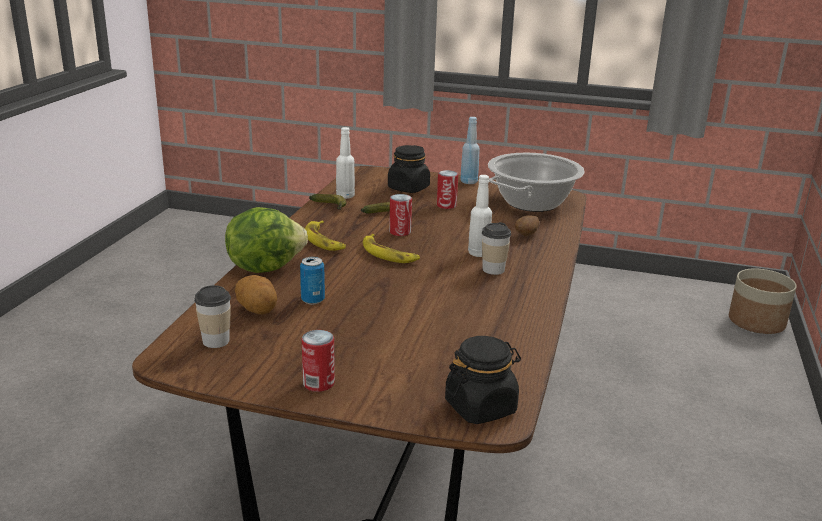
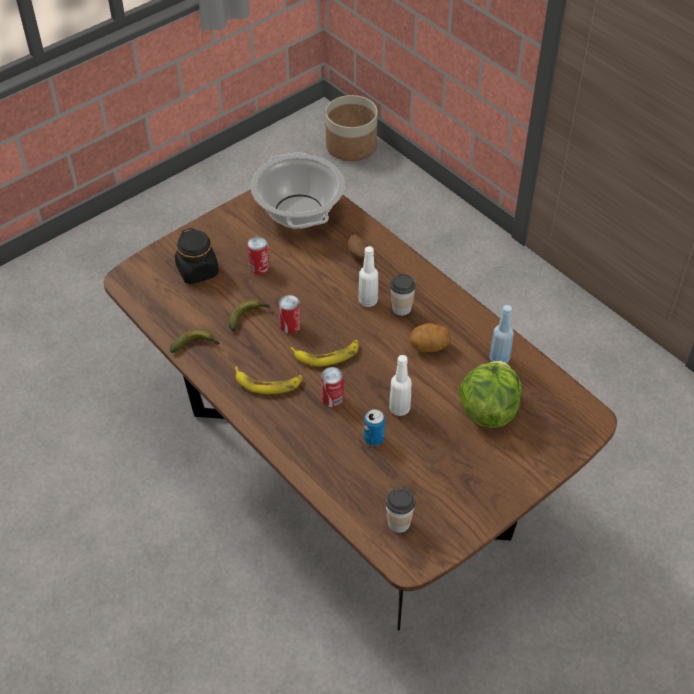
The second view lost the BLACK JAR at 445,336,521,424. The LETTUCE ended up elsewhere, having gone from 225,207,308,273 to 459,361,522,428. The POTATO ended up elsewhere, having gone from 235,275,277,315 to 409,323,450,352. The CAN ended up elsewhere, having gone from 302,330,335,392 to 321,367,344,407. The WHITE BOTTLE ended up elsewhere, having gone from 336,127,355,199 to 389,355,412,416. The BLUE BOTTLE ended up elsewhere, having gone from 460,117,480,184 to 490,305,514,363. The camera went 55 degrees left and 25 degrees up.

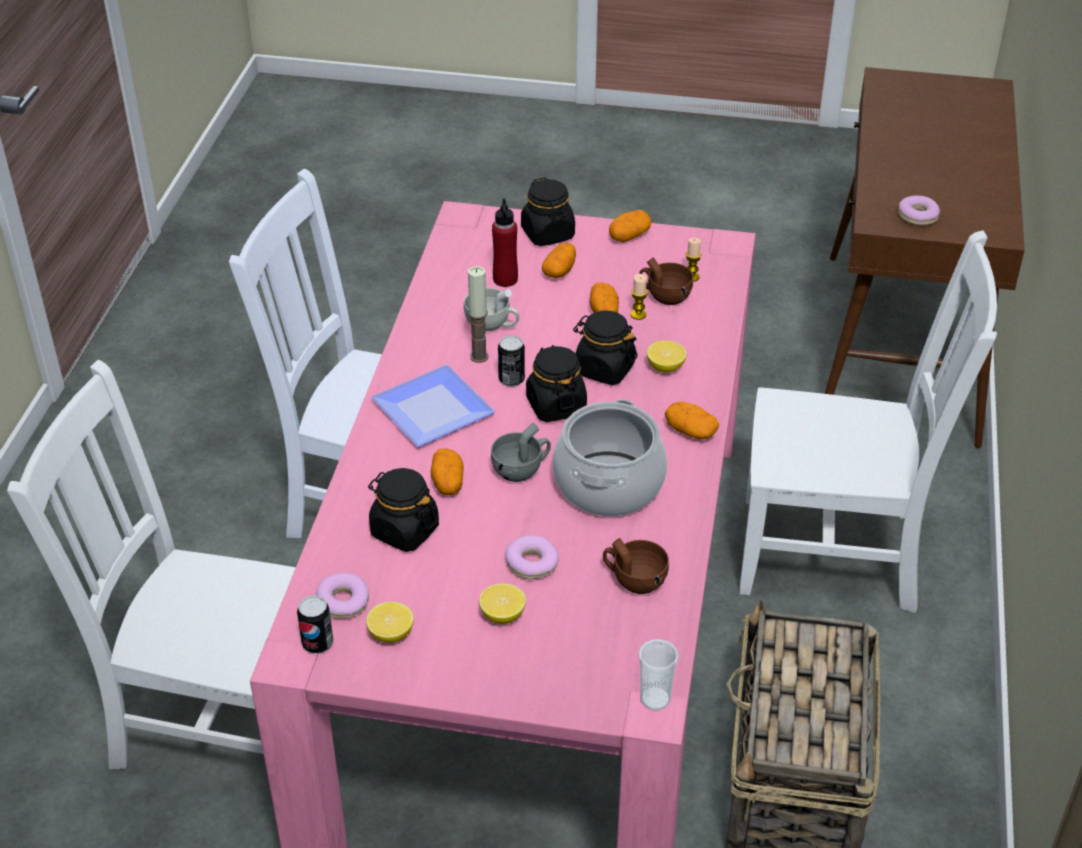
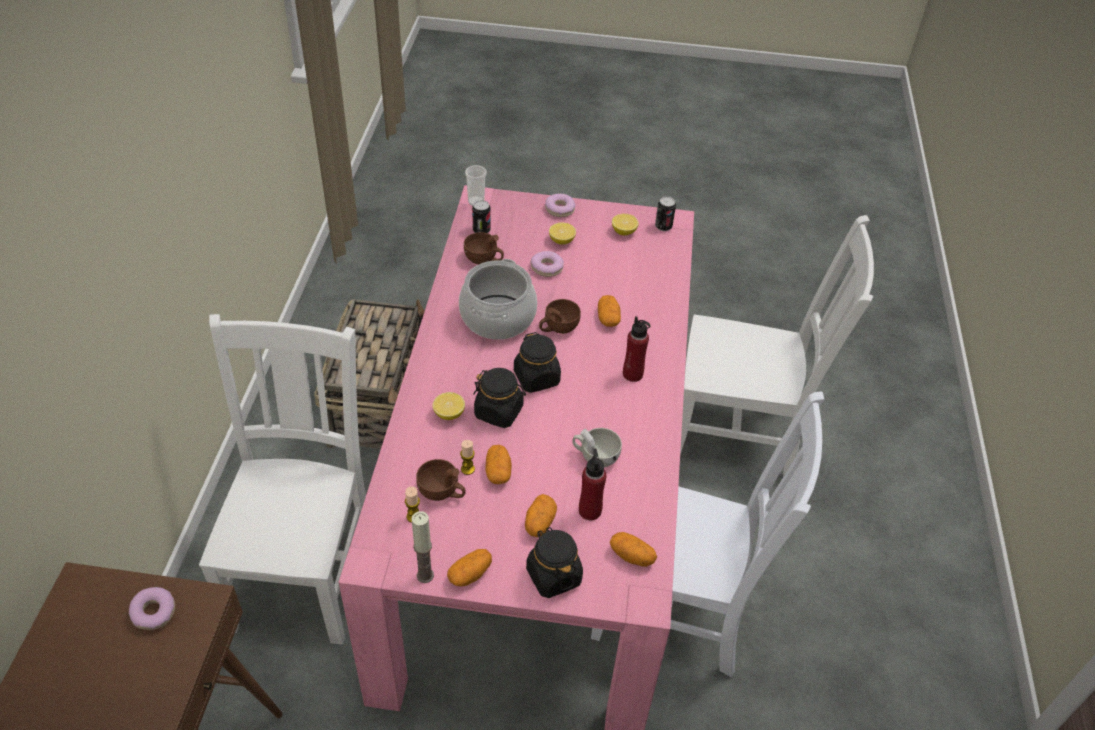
The second view lost the BLACK JAR at 368,468,439,552. The DONUT ended up elsewhere, having gone from 316,573,369,618 to 545,194,575,217. The CANDLE ended up elsewhere, having gone from 468,266,489,363 to 411,511,434,583. The CAN ended up elsewhere, having gone from 498,335,525,387 to 472,200,490,233. The POTATO ended up elsewhere, having gone from 665,402,719,439 to 610,532,657,567. Where the PLATE stood at 371,365,495,447, the RED BOTTLE came to stand at 623,316,650,382. What was the GREY CUP at 491,423,551,482 turned into the BROWN CUP at 539,299,581,334. The WHITE CHAIR at 739,231,997,613 ended up facing another way, 90 degrees clockwise from before. The camera went 175 degrees right and 5 degrees up.

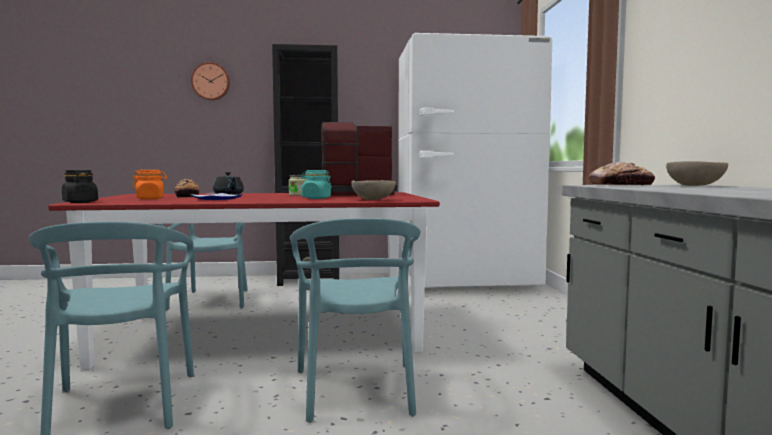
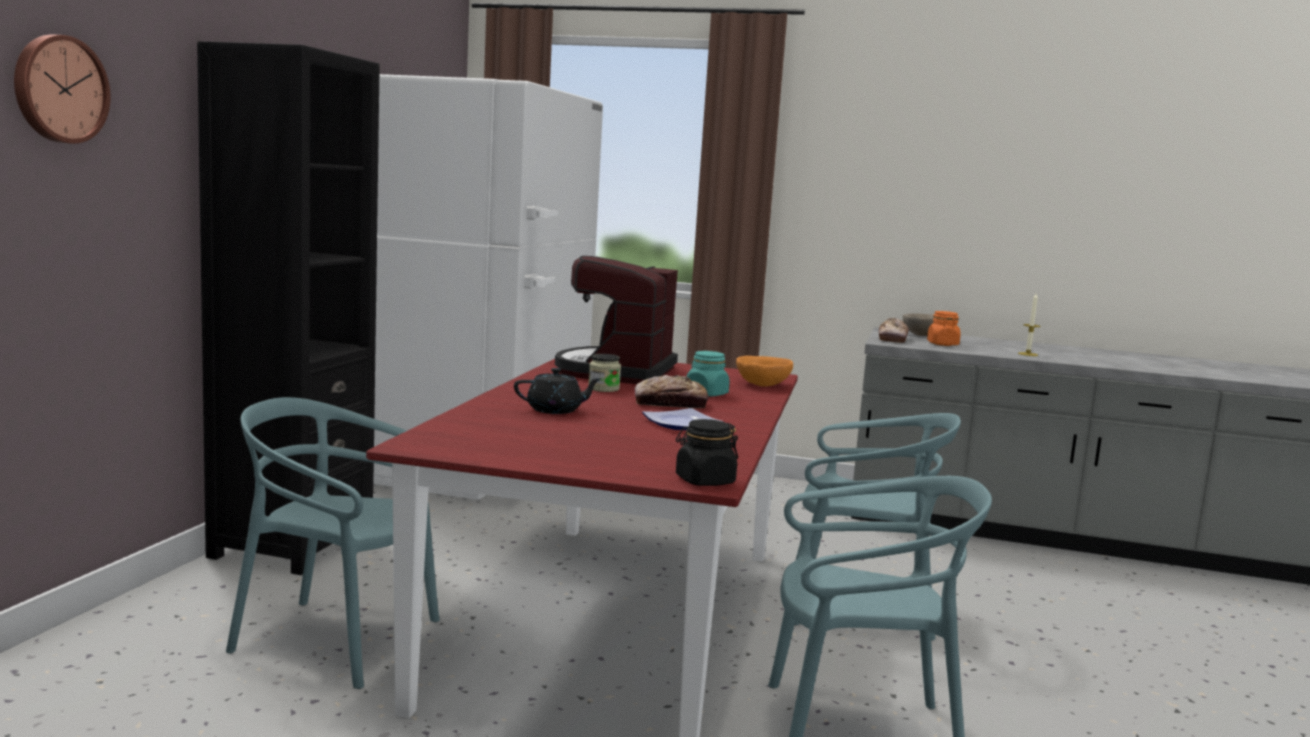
The second view gained the CANDLE at 1018,294,1040,356. The ORANGE JAR ended up elsewhere, having gone from 132,170,167,199 to 927,311,961,346. The BREAD ended up elsewhere, having gone from 174,179,200,197 to 635,375,708,409. What was the BEIGE BOWL at 351,180,396,200 turned into the ORANGE BOWL at 736,356,793,387. The camera went 70 degrees left and 5 degrees up.

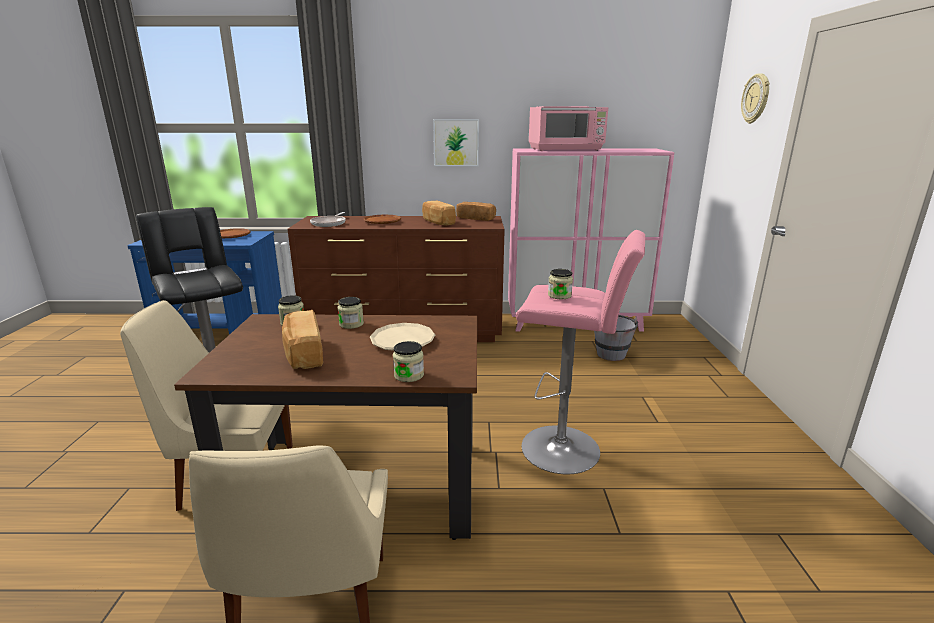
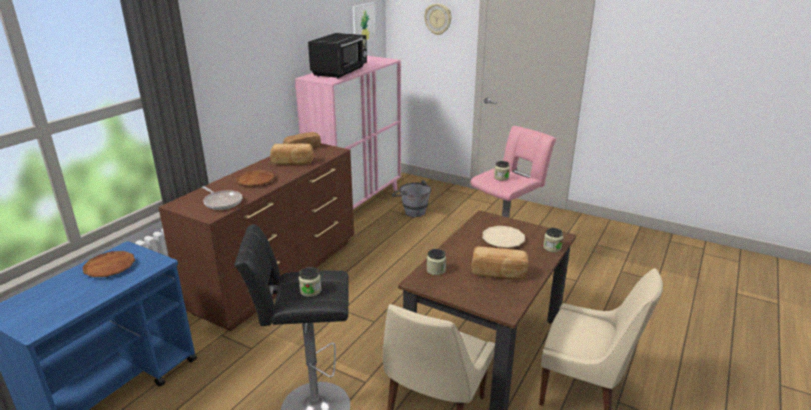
The JAR ended up elsewhere, having gone from 338,297,364,329 to 299,267,321,297. The PICTURE ended up elsewhere, having gone from 433,119,479,166 to 352,2,375,41. What was the PINK MICROWAVE at 529,106,608,151 turned into the BLACK MICROWAVE at 308,33,367,79. The camera went 60 degrees left and 5 degrees up.

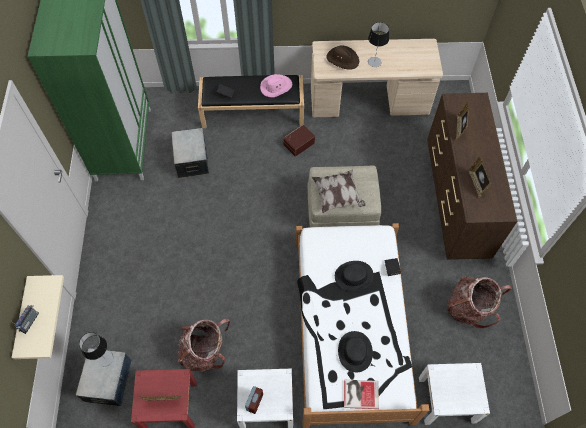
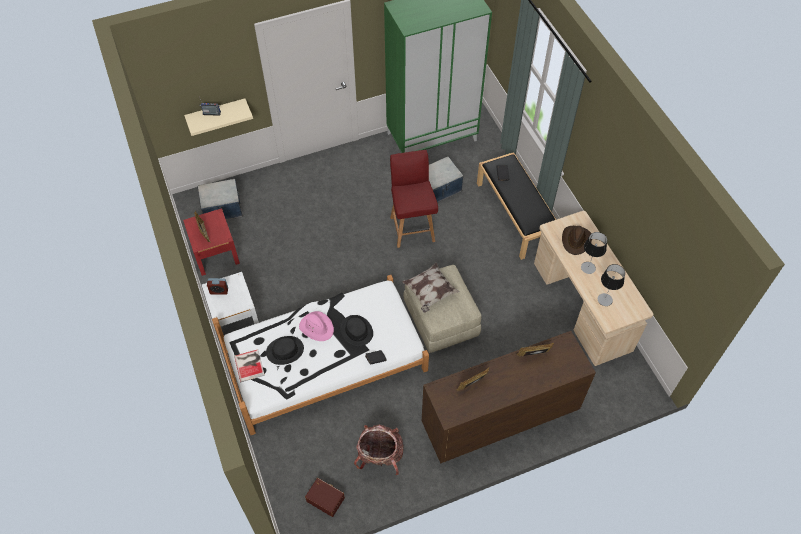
The second view lost the BACKPACK at 178,319,230,372. The second view lost the WHITE NIGHTSTAND at 419,363,490,425. The second view gained the RED CHAIR at 390,150,438,248. The TABLE LAMP ended up elsewhere, having gone from 79,332,113,367 to 598,264,625,306. The PINK HAT ended up elsewhere, having gone from 260,74,292,97 to 299,311,334,341. The BROWN STORAGE BOX ended up elsewhere, having gone from 283,125,315,157 to 305,478,345,517. The camera went 70 degrees right and 5 degrees down.

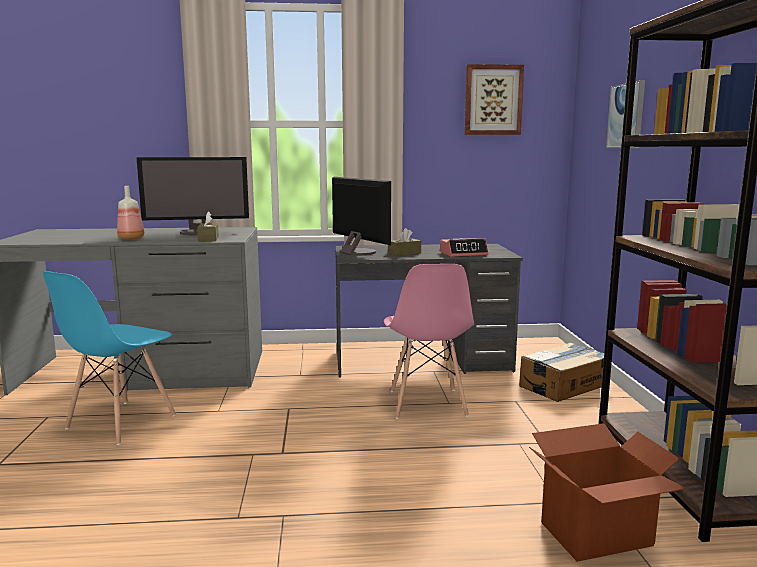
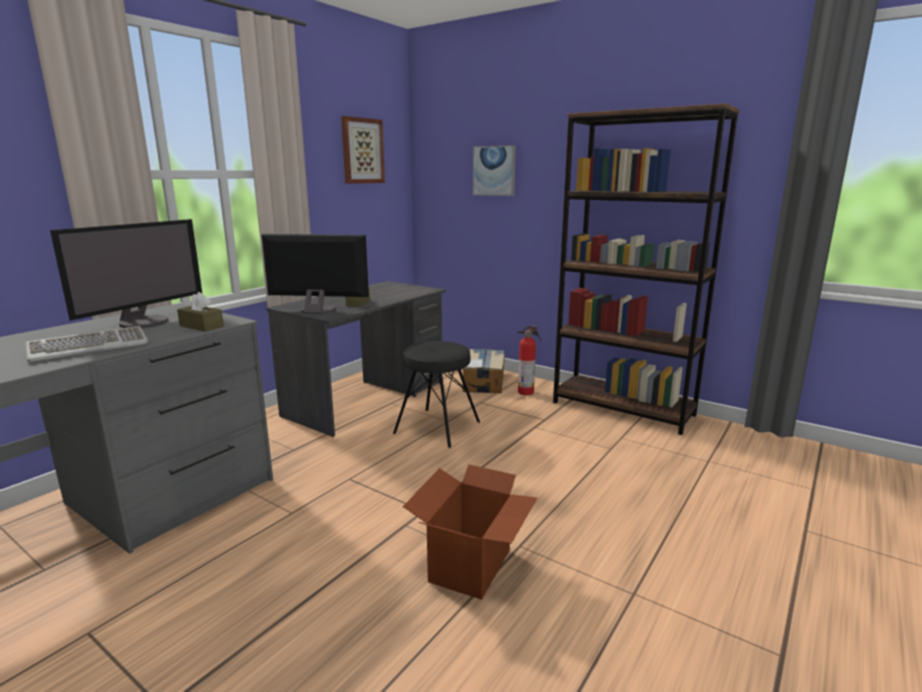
The second view lost the BLUE CHAIR at 43,271,176,445. The second view lost the ALARM CLOCK at 440,238,489,257. The second view gained the FIRE EXTINGUISHER at 518,326,541,395. The CARDBOARD BOX ended up elsewhere, having gone from 529,423,686,562 to 403,465,537,600. Where the BOTTLE stood at 117,186,145,240, the KEYBOARD came to stand at 25,326,149,362. Where the PINK CHAIR stood at 384,264,474,419, the BLACK STOOL came to stand at 393,341,480,448. The camera went 50 degrees left and 5 degrees up.

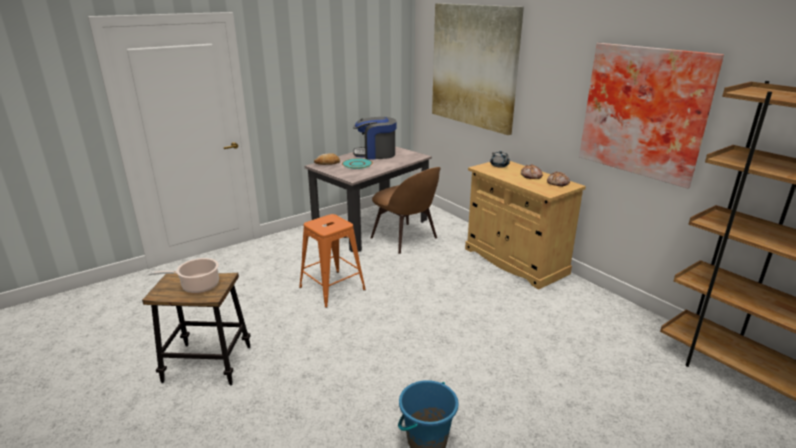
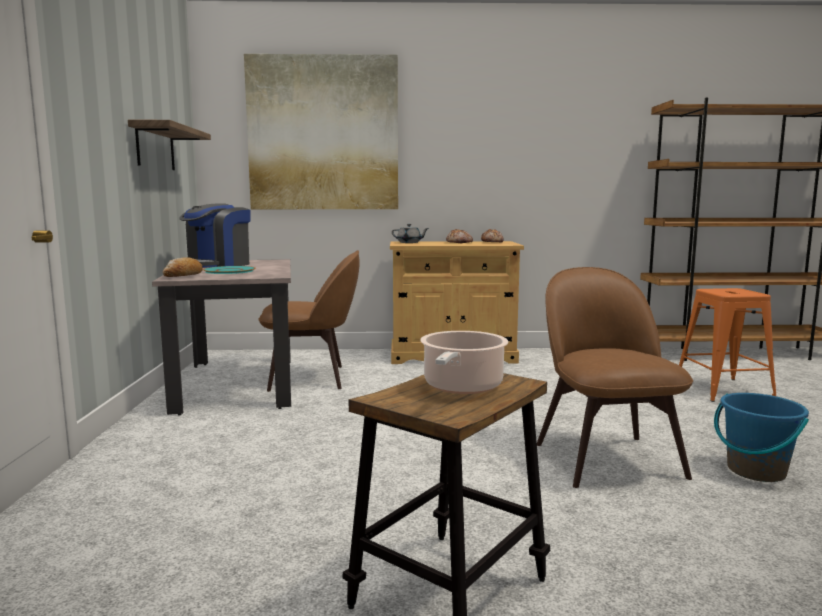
The second view lost the PICTURE at 579,43,724,188. The second view gained the SHELF at 128,120,211,170. The second view gained the BROWN CHAIR at 537,267,693,488. The ORANGE STOOL ended up elsewhere, having gone from 299,214,366,308 to 679,288,776,402. The camera went 55 degrees left and 15 degrees down.

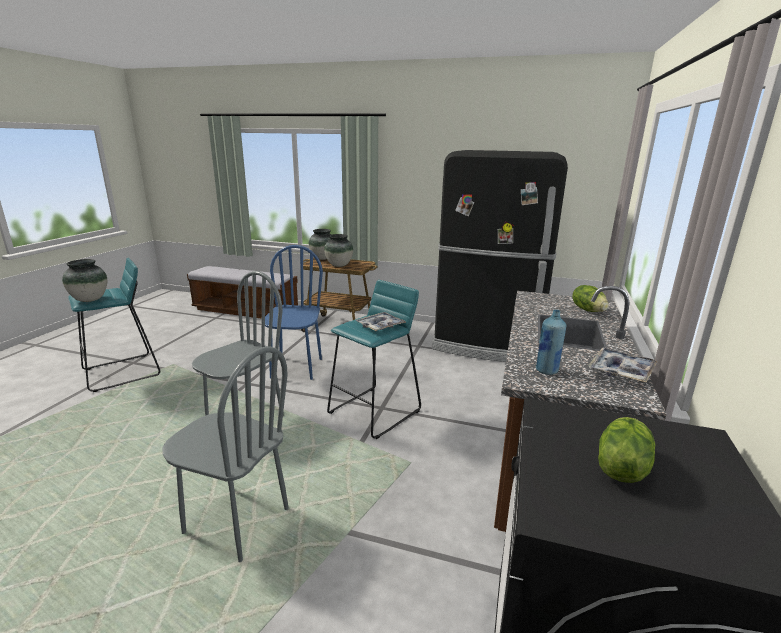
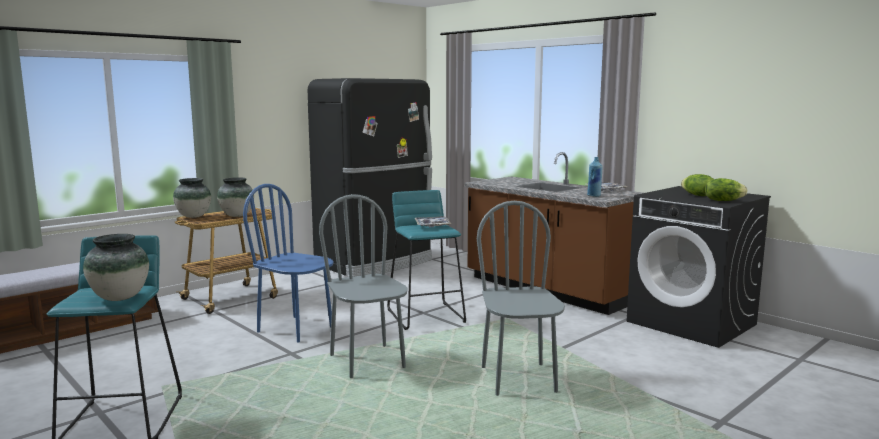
The LETTUCE ended up elsewhere, having gone from 572,285,609,312 to 705,178,748,201. The GREY CHAIR at 162,346,289,562 ended up facing another way, 60 degrees counterclockwise from before. The camera went 60 degrees left and 10 degrees down.

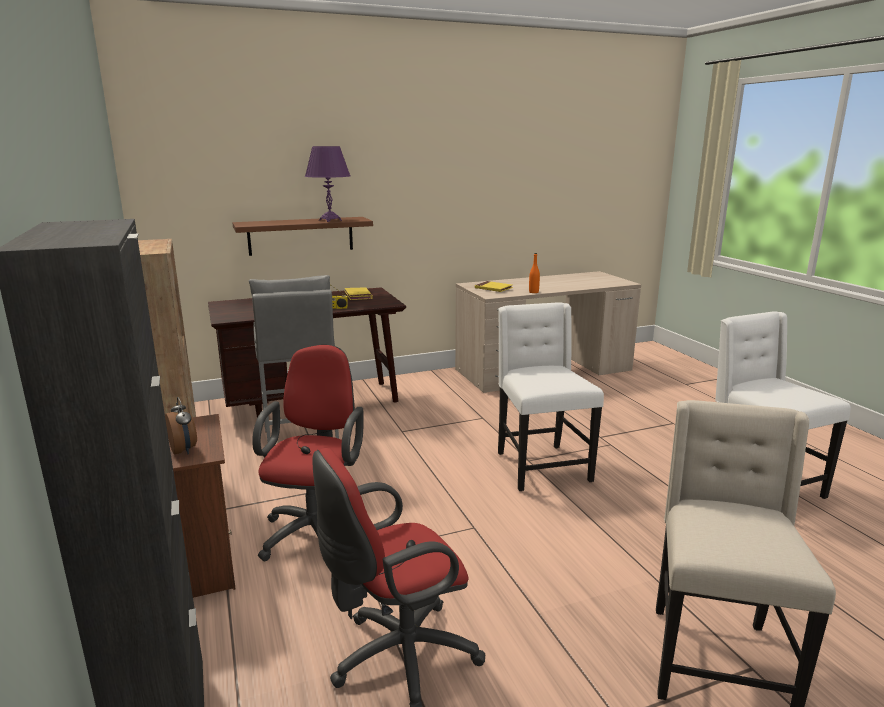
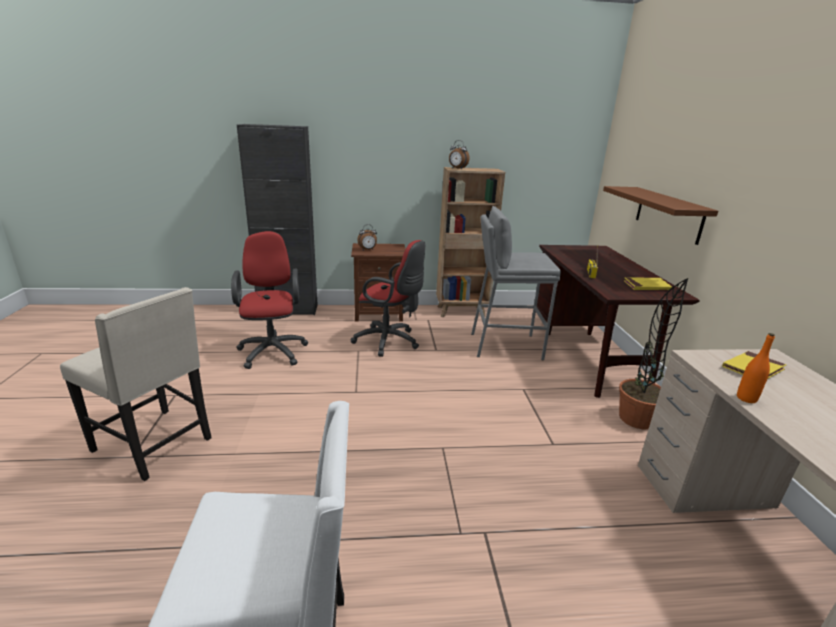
The second view lost the PURPLE TABLE LAMP at 305,146,350,222. The second view lost the WHITE CHAIR at 498,302,604,491. The second view gained the ALARM CLOCK at 449,140,470,169. The second view gained the POTTED PLANT at 619,278,688,429. The camera went 105 degrees right and 5 degrees up.

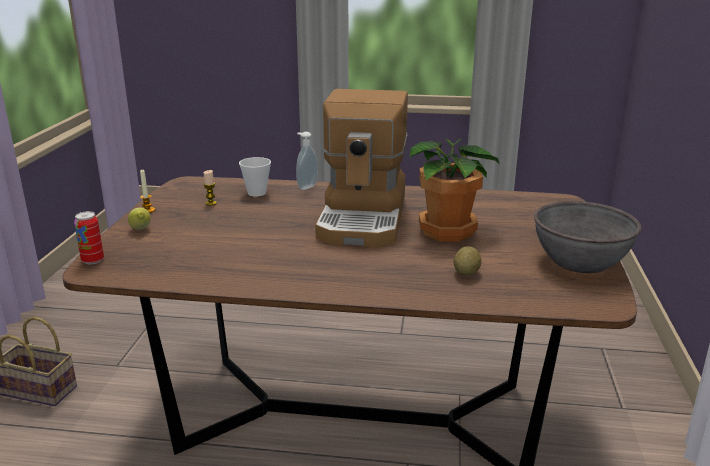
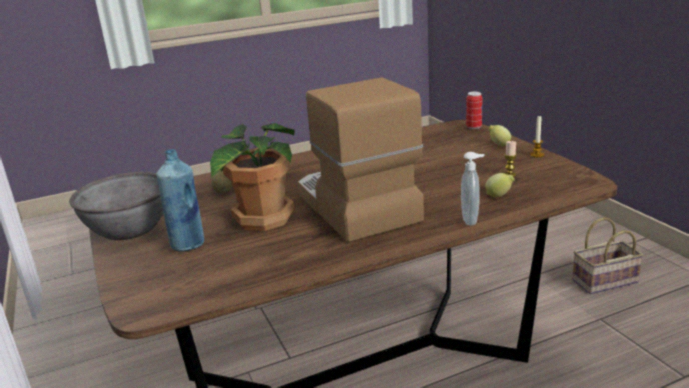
The second view gained the BLUE BOTTLE at 156,149,204,252. Where the CUP stood at 239,157,271,197, the LEMON came to stand at 485,173,515,197. The camera went 150 degrees right and 0 degrees up.

